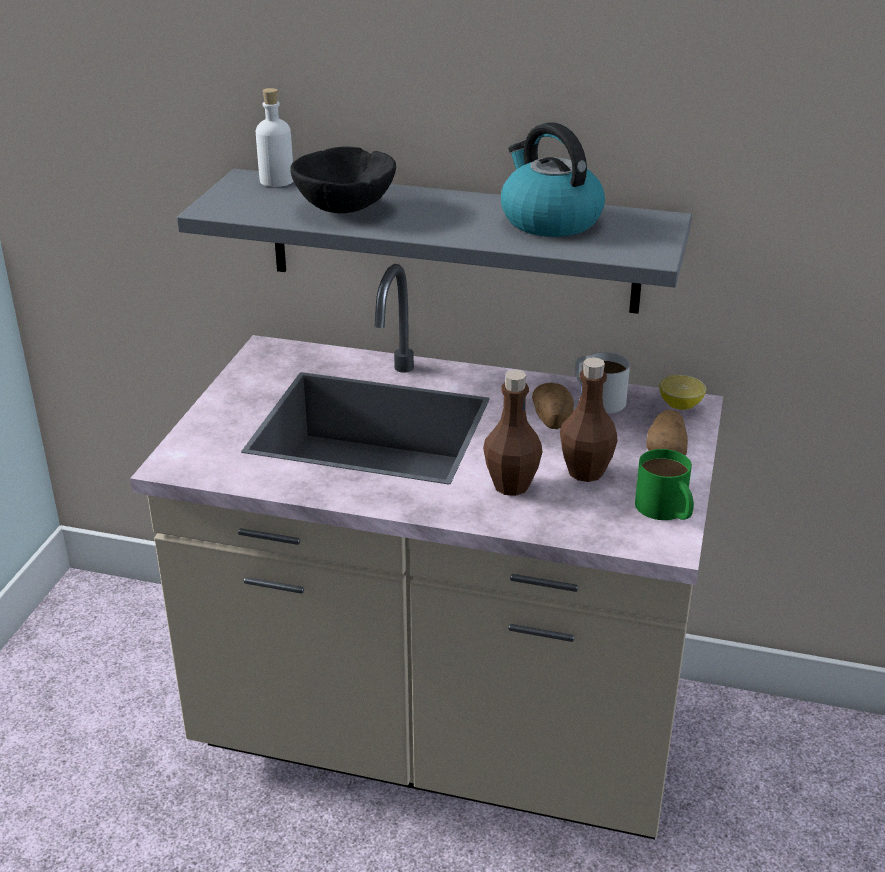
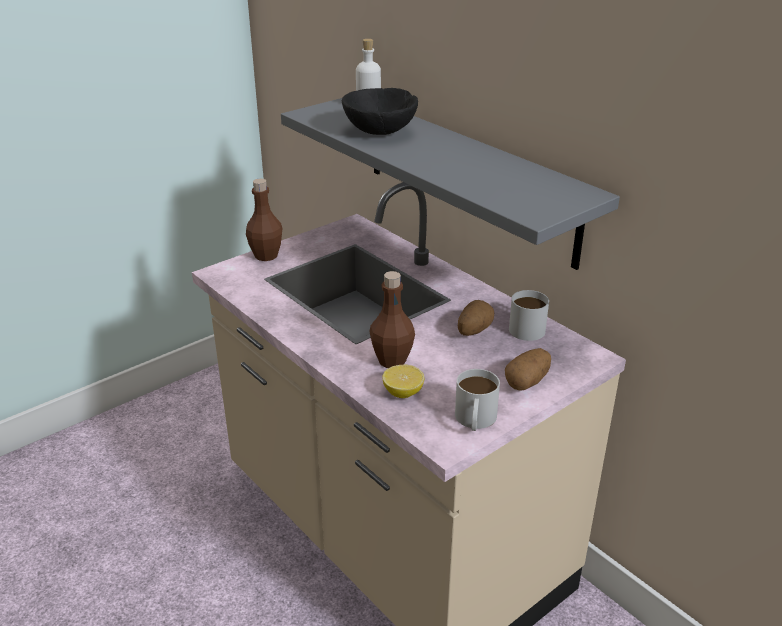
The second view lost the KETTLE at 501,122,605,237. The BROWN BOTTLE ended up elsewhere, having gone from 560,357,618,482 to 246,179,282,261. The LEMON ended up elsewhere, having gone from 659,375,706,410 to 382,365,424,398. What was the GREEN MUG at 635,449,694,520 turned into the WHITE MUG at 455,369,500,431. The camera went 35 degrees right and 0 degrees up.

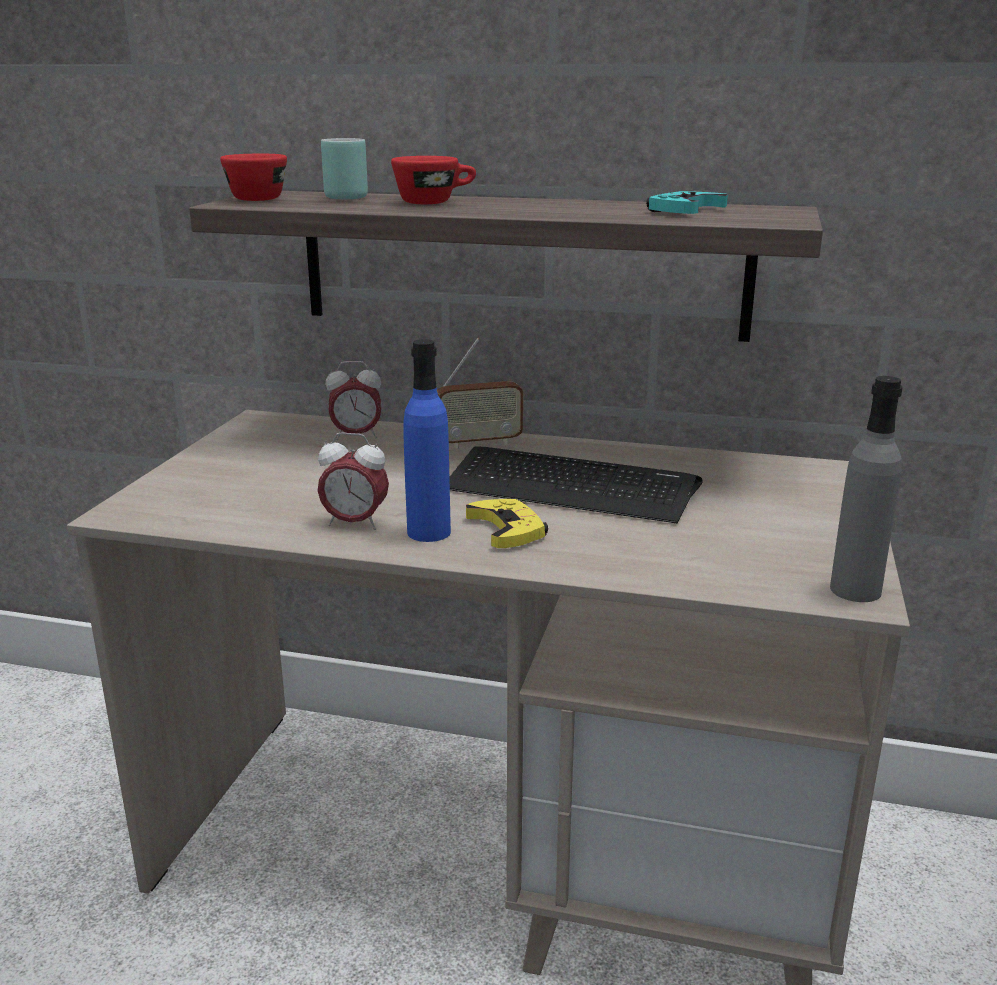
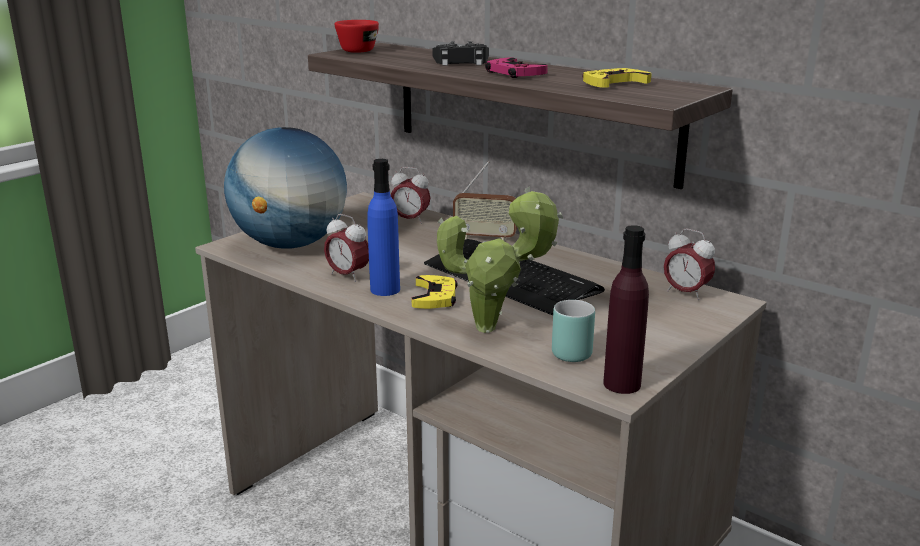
The second view gained the GLOBE at 224,127,347,249. The second view gained the POTTED PLANT at 437,187,563,333. The second view gained the PINK GAME CONTROLLER at 485,57,548,78. The second view gained the ALARM CLOCK at 664,229,715,300. The TURQUOISE MUG ended up elsewhere, having gone from 321,138,368,200 to 552,300,595,362. Where the RED CUP stood at 391,156,476,204, the BLACK GAME CONTROLLER came to stand at 432,41,489,65. What was the TURQUOISE GAME CONTROLLER at 646,191,728,214 turned into the YELLOW GAME CONTROLLER at 582,68,652,88. What was the GREY BOTTLE at 830,376,903,602 turned into the PURPLE BOTTLE at 603,225,649,394. The camera went 25 degrees right and 0 degrees up.

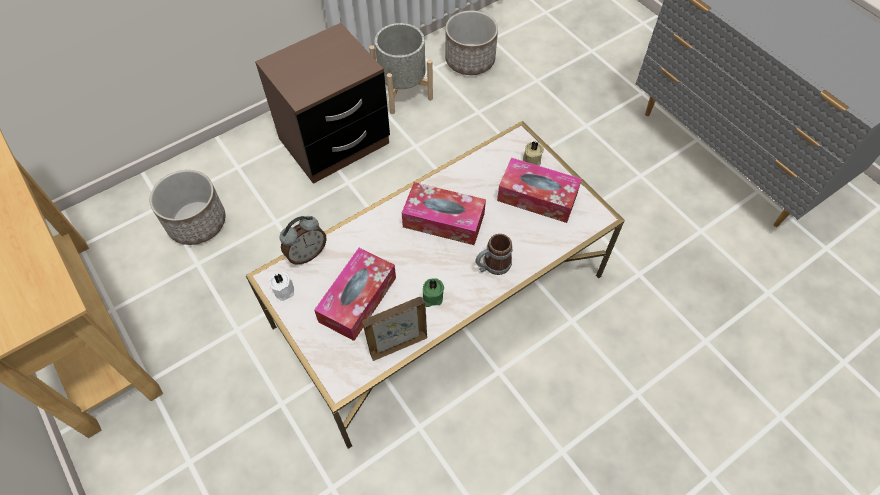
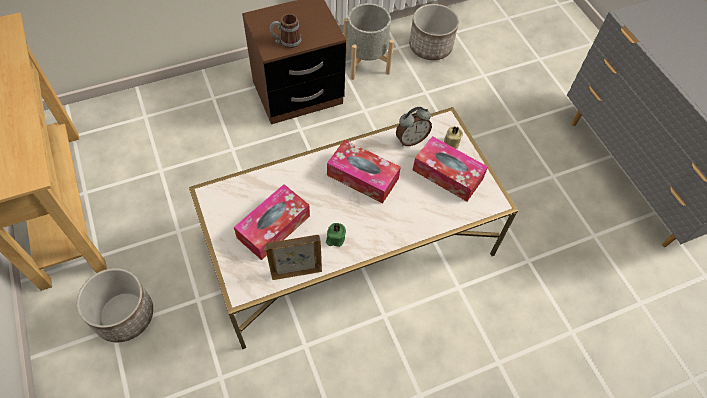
The second view lost the WHITE CANDLE at 269,272,294,301. The PLANTER ended up elsewhere, having gone from 149,170,226,245 to 77,268,153,342. The ALARM CLOCK ended up elsewhere, having gone from 280,216,327,264 to 396,107,432,146. The MUG ended up elsewhere, having gone from 475,234,512,275 to 270,14,301,48. The camera went 10 degrees right and 0 degrees up.

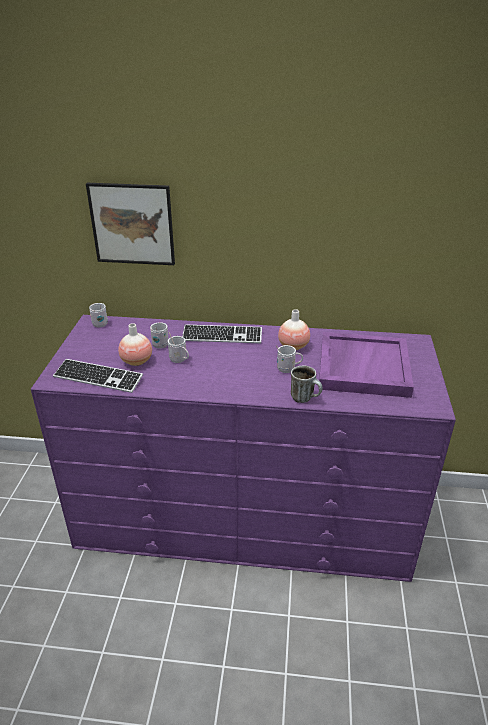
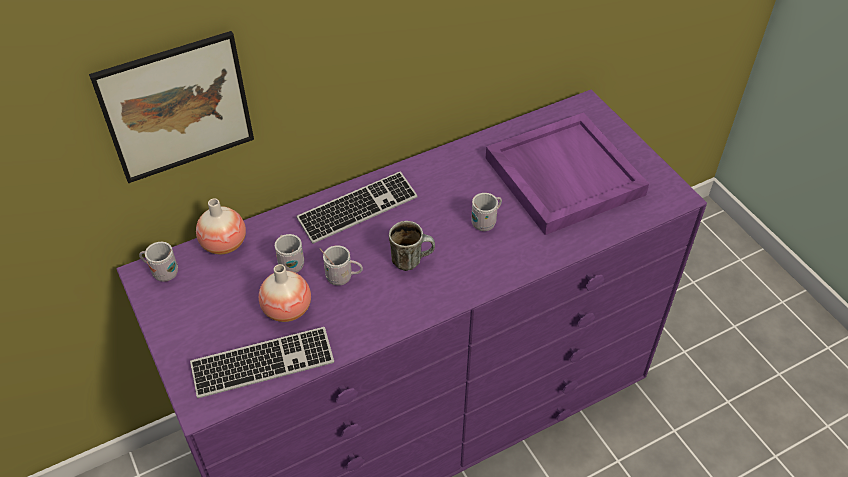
The VASE ended up elsewhere, having gone from 278,309,310,350 to 196,198,246,254. The MUG ended up elsewhere, having gone from 291,366,323,403 to 389,221,435,271. The camera went 35 degrees left and 15 degrees up.

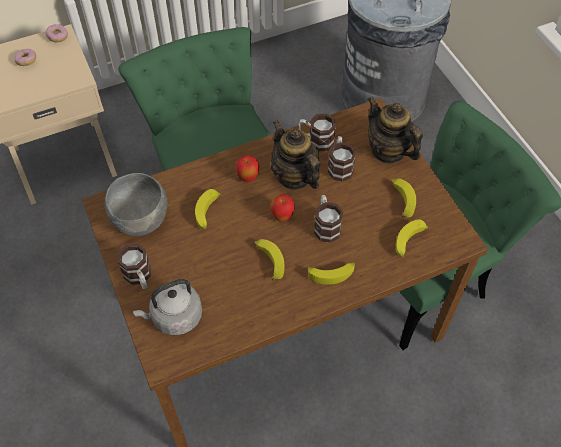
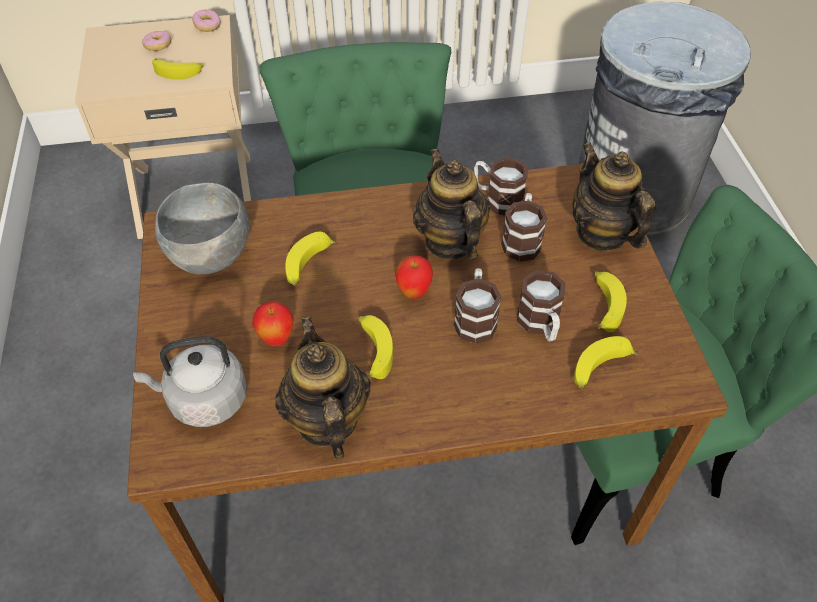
The second view gained the TEAPOT at 275,317,371,460. The MUG ended up elsewhere, having gone from 118,244,151,289 to 517,270,565,342. The APPLE ended up elsewhere, having gone from 235,155,260,182 to 252,302,293,346. The BANANA ended up elsewhere, having gone from 306,262,355,285 to 152,59,204,80. The camera went 15 degrees right and 5 degrees down.

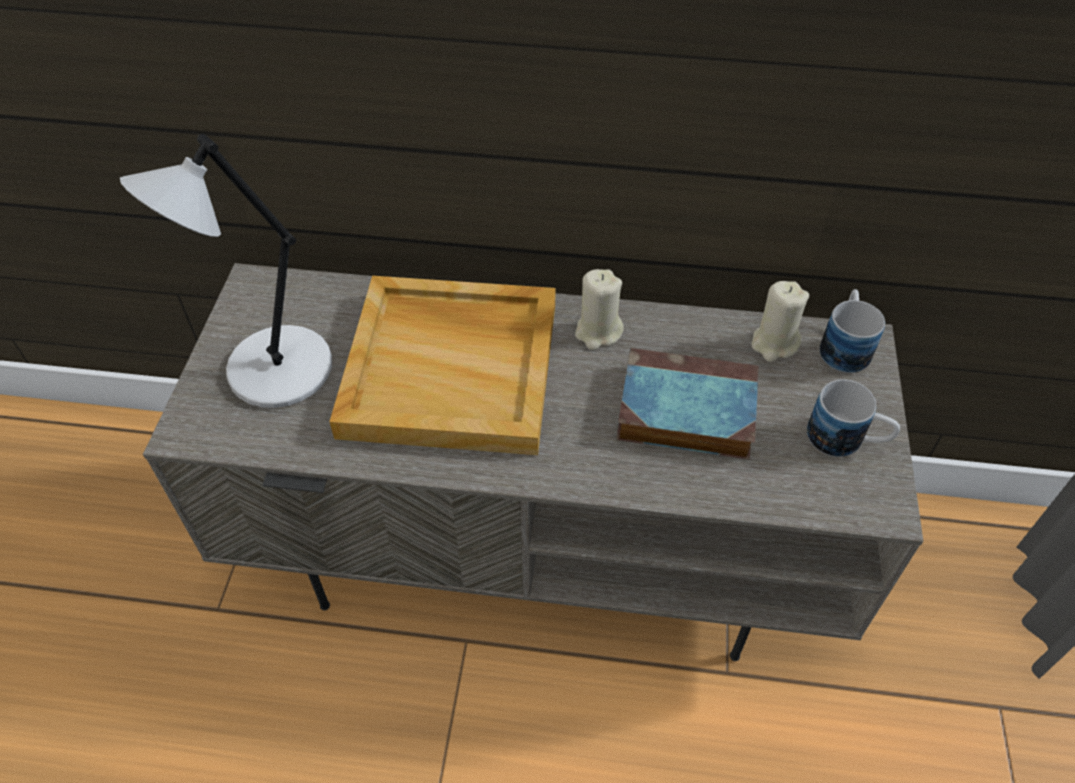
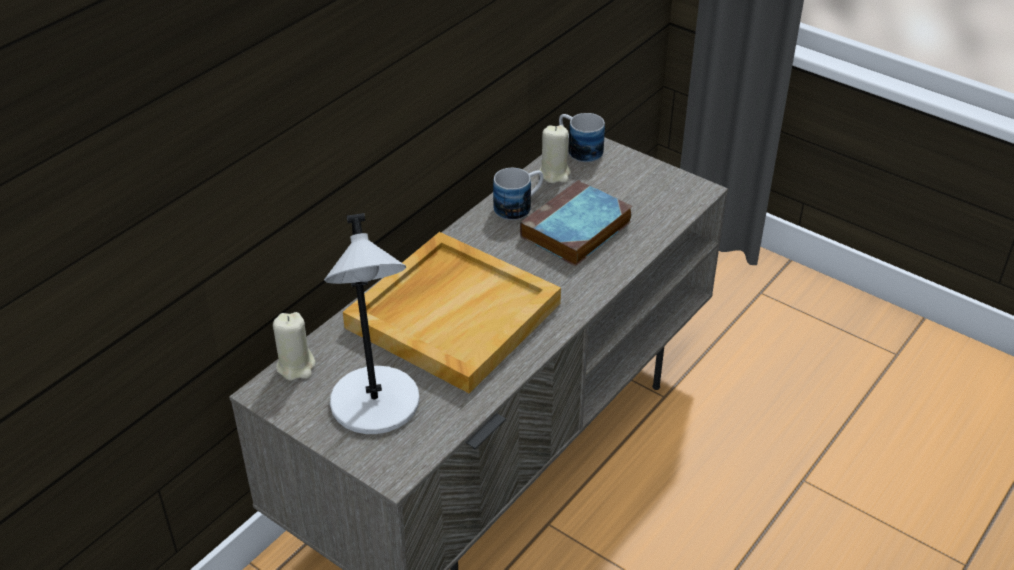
The BEIGE CANDLE ended up elsewhere, having gone from 575,269,624,350 to 273,312,316,381. The MUG ended up elsewhere, having gone from 807,379,900,457 to 493,168,543,220. The camera went 60 degrees left and 10 degrees down.

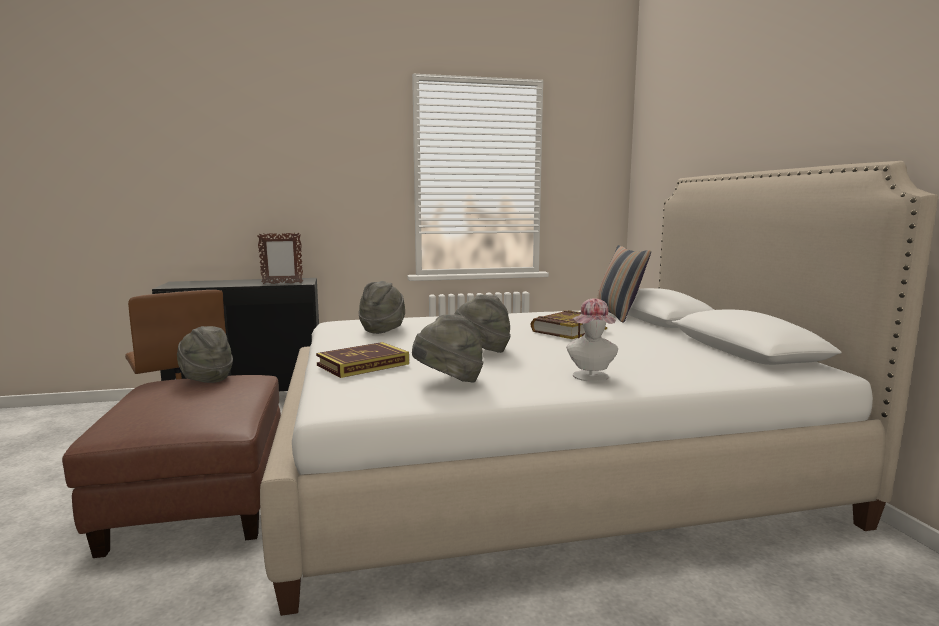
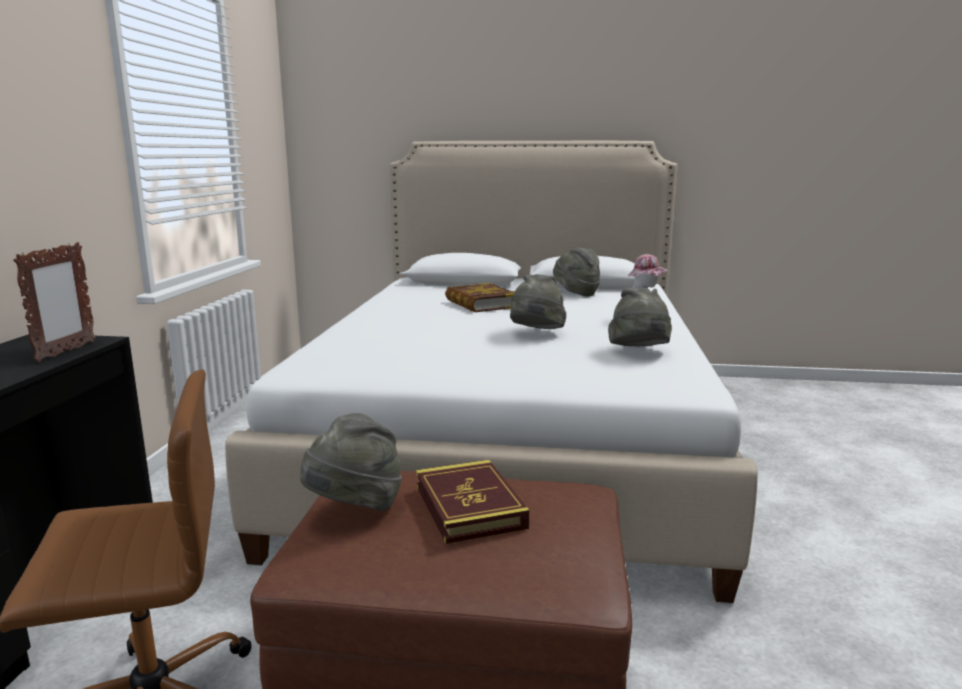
The second view lost the PILLOW at 597,245,651,323. The BOOK ended up elsewhere, having gone from 316,342,409,378 to 416,460,529,544. The GREY HAT ended up elsewhere, having gone from 358,281,405,334 to 553,247,600,296. The camera went 70 degrees left and 5 degrees up.

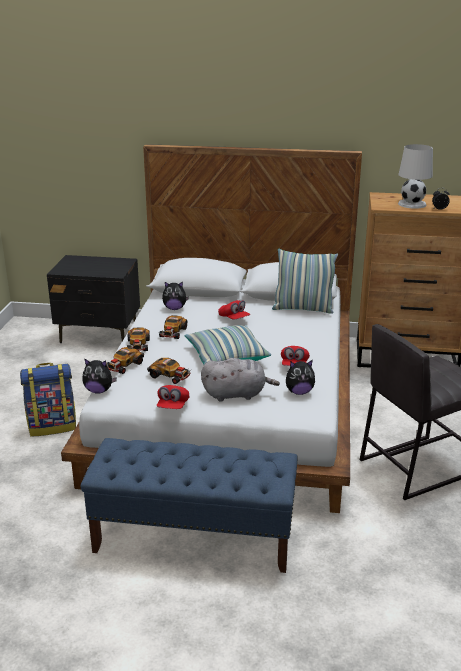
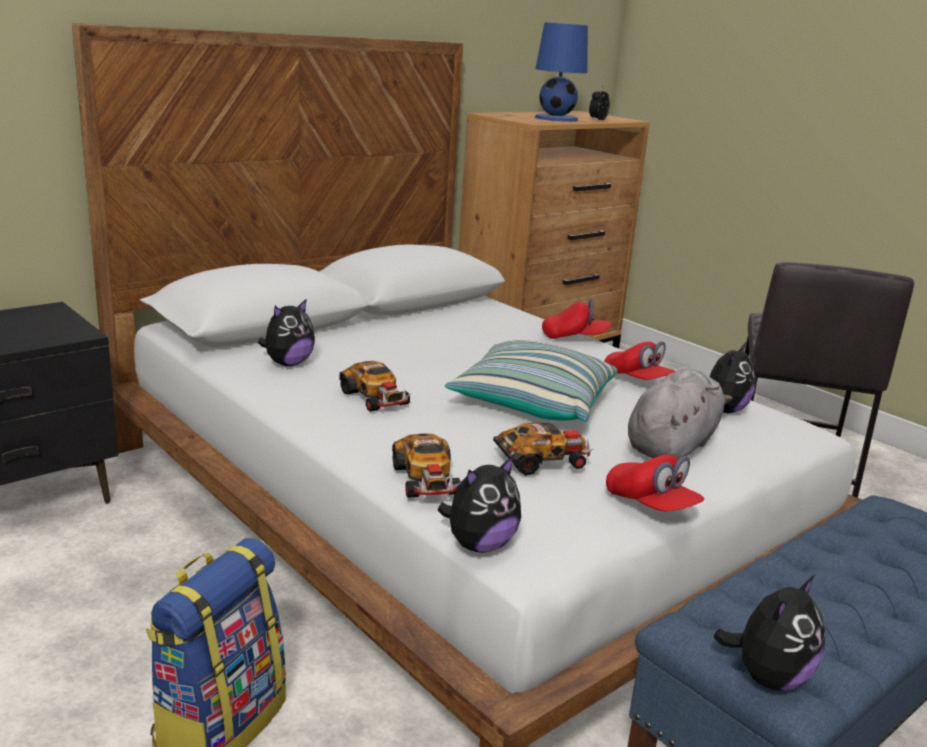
The second view lost the TOY CAR at 127,327,150,351. The second view lost the PILLOW at 272,249,338,314. The second view gained the PLUSH TOY at 713,575,825,691. The RED CAP ended up elsewhere, having gone from 218,300,250,320 to 542,299,611,339. What was the WHITE TABLE LAMP at 398,144,433,209 turned into the BLUE TABLE LAMP at 535,23,588,122. The camera went 50 degrees left and 5 degrees down.

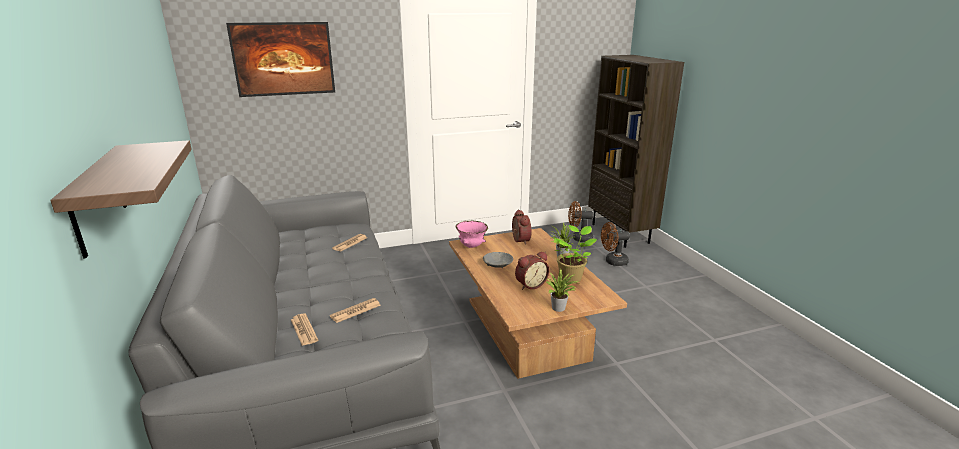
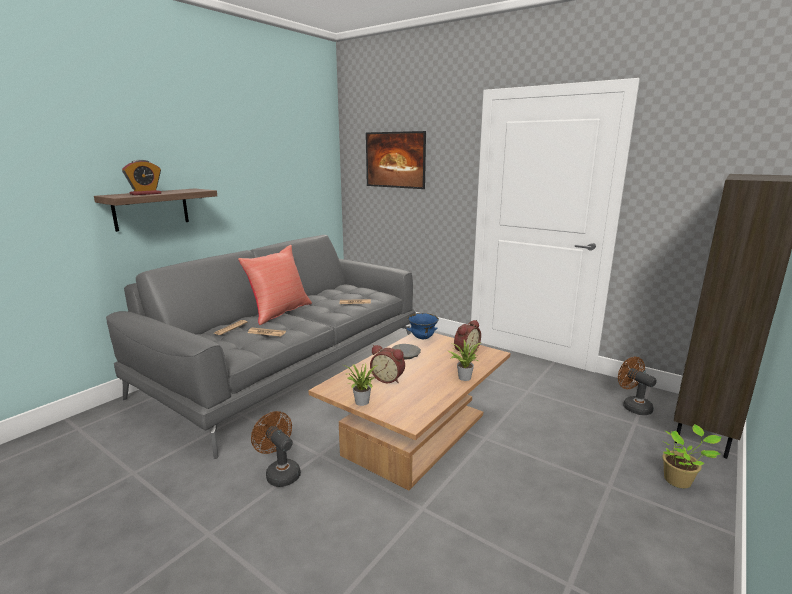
The second view gained the ALARM CLOCK at 122,160,161,195. The second view gained the RED PILLOW at 238,245,312,325. The POTTED PLANT ended up elsewhere, having gone from 552,225,597,283 to 662,424,722,488. The BROWN FAN ended up elsewhere, having gone from 601,222,630,266 to 251,411,301,487. What was the PINK BOWL at 456,221,488,248 turned into the BLUE BOWL at 407,313,439,339. The camera went 55 degrees right and 5 degrees down.

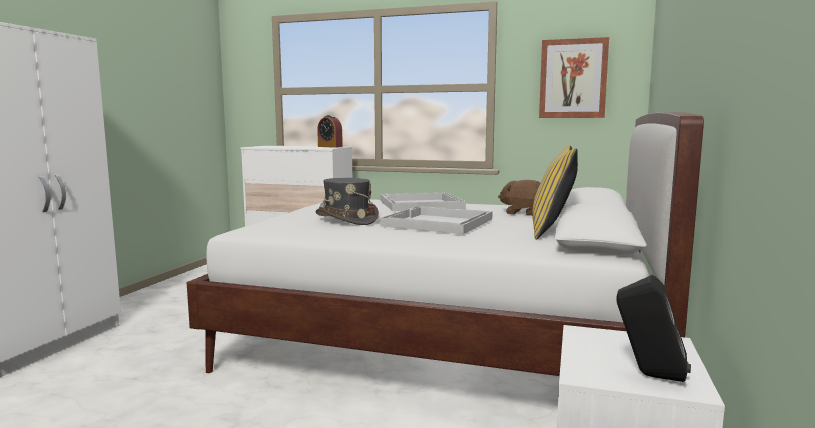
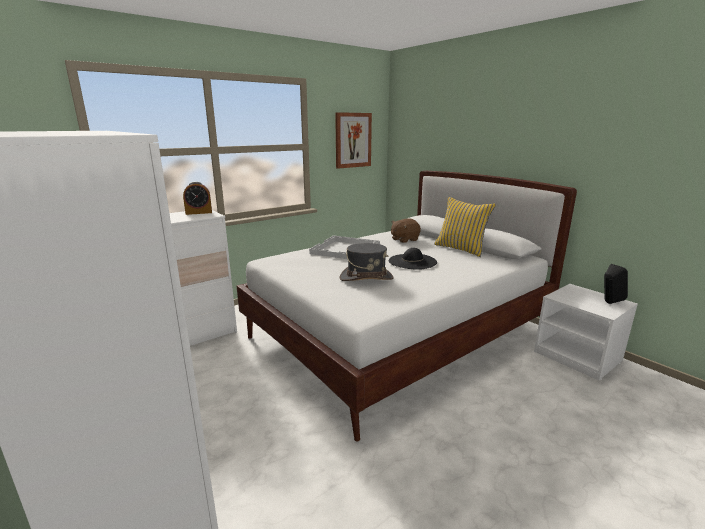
Where the WHITE TRAY stood at 380,206,493,234, the BLACK HAT came to stand at 389,248,437,270. The camera went 55 degrees left and 10 degrees up.

